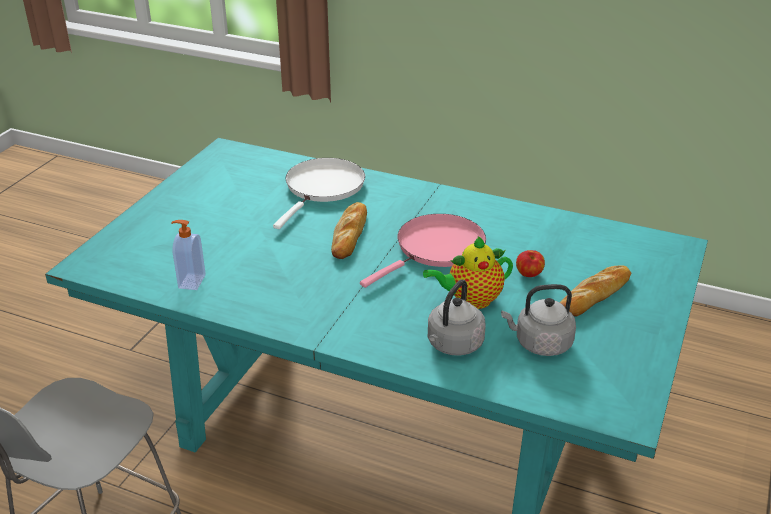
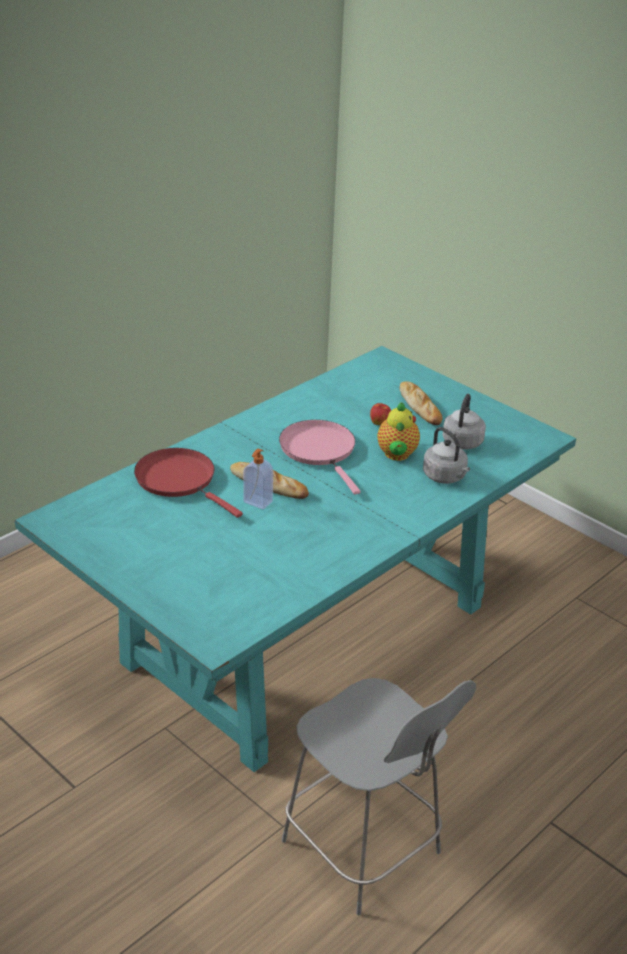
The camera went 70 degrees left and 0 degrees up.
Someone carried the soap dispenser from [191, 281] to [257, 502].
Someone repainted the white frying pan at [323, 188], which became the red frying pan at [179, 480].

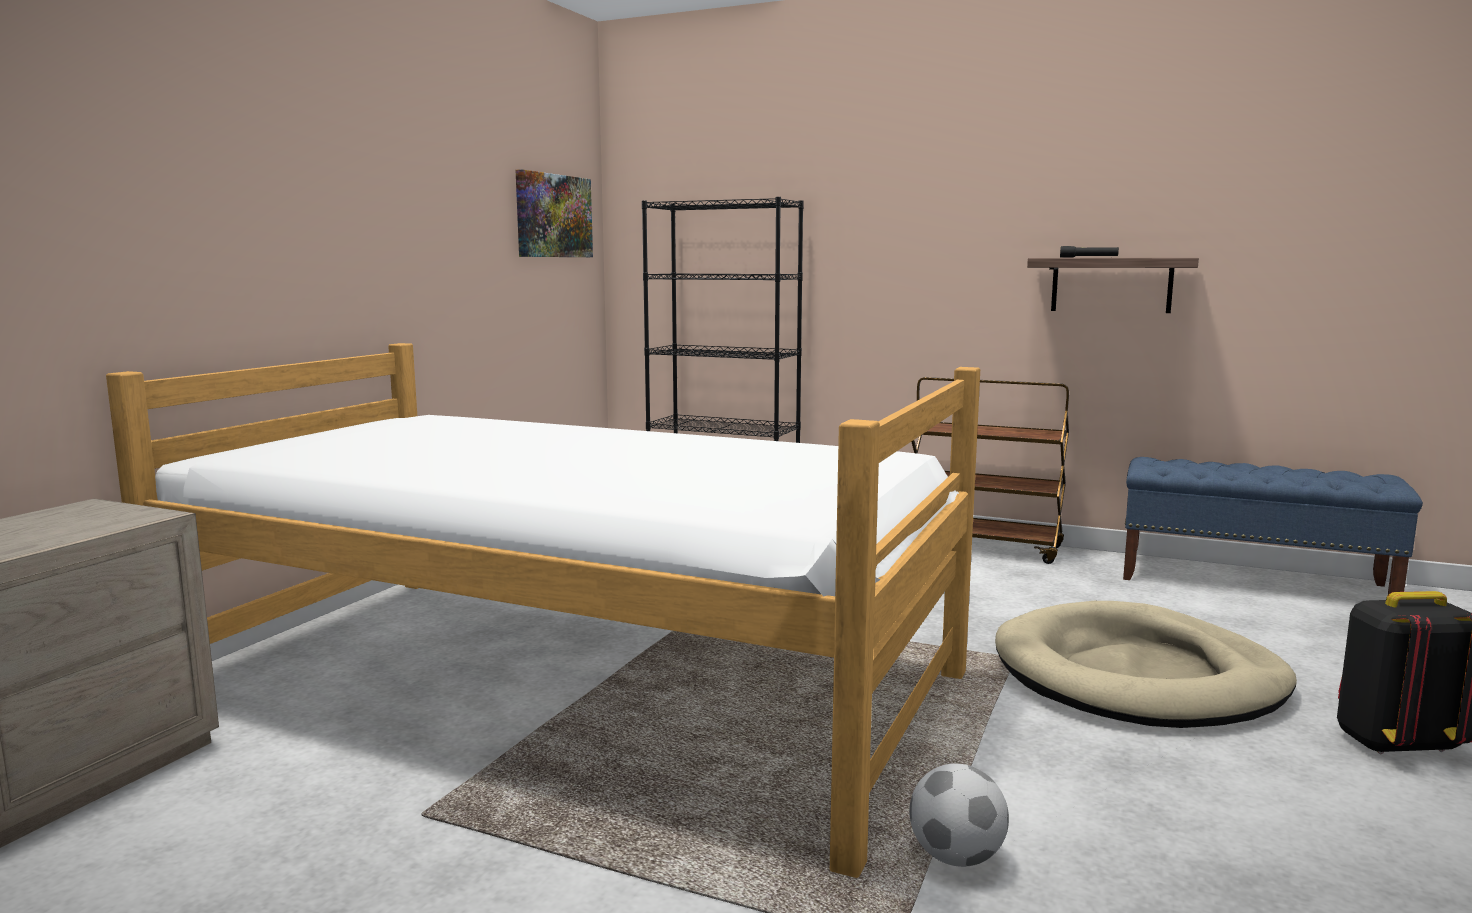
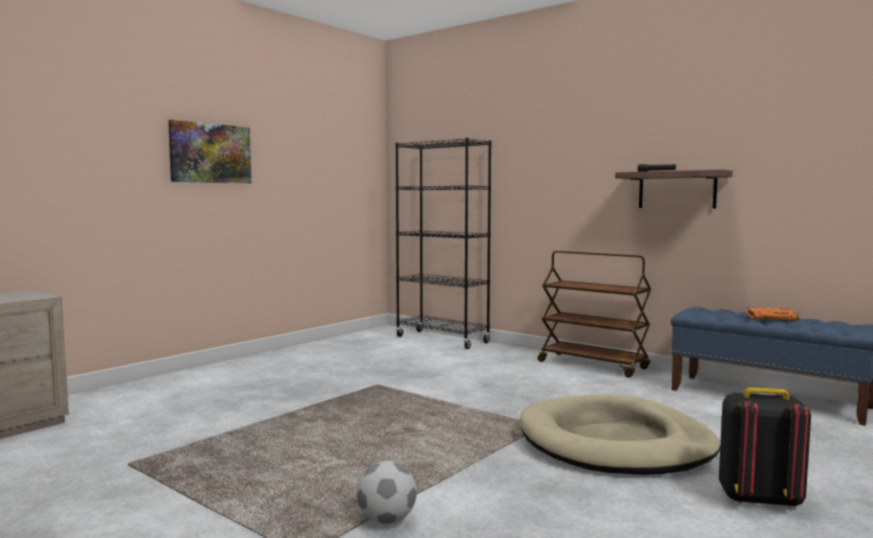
The camera went 15 degrees right and 5 degrees down.
Someone took away the bed at [566, 683].
Someone put down the orange book at [771, 317].
Someone carried the picture from [553, 216] to [210, 153].

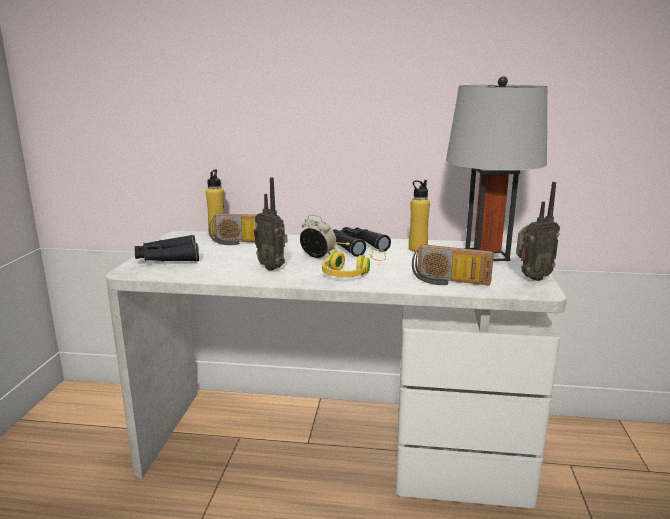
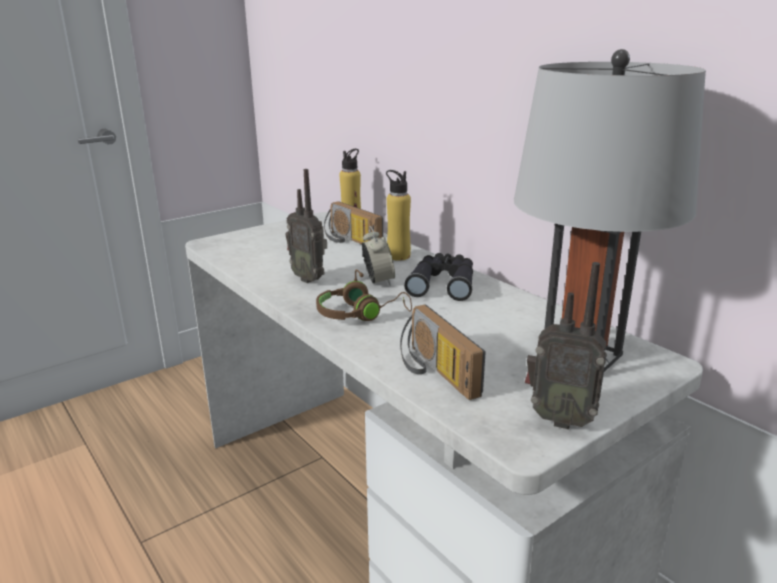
The camera went 45 degrees right and 5 degrees up.
Someone took away the black binoculars at [167, 259].
Someone carried the yellow bottle from [417, 249] to [398, 256].
Someone repainted the yellow headphones at [351, 273], which became the brown headphones at [360, 314].
Someone rotated the radio at [272, 267] by 45 degrees counterclockwise.

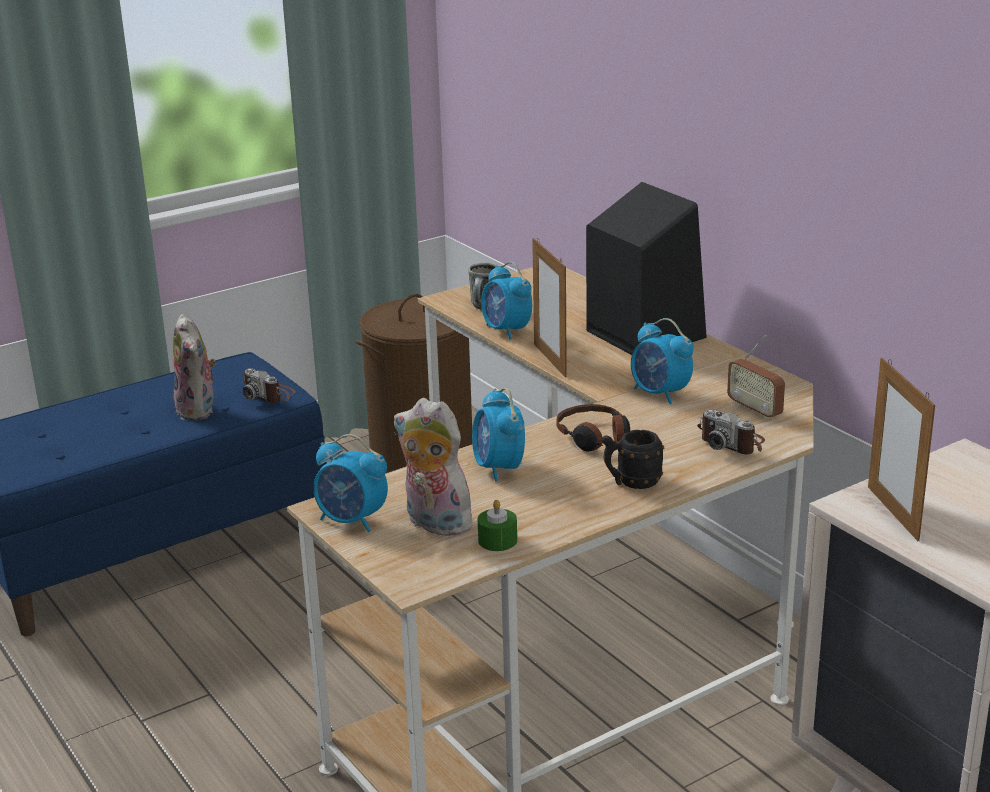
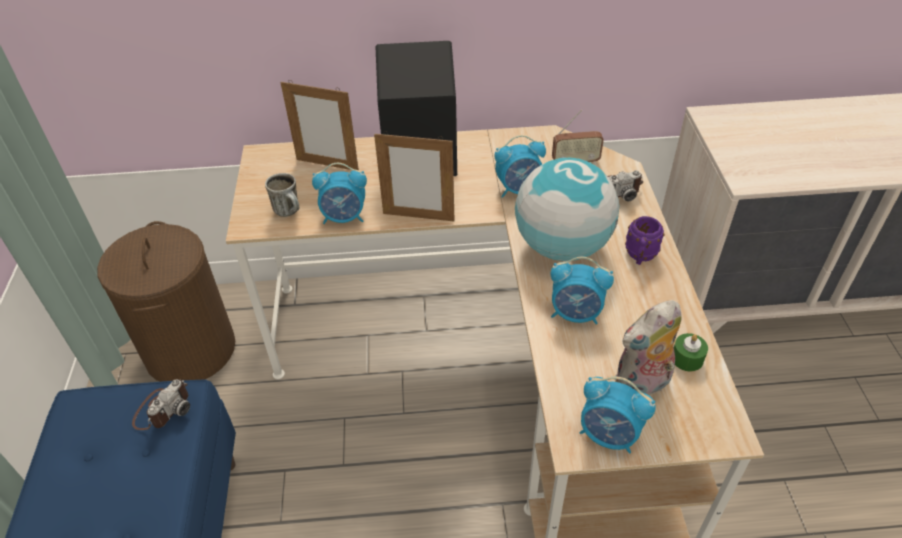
The camera went 60 degrees left and 20 degrees up.
Someone took away the plush toy at [199, 410].
Someone carried the picture frame from [893, 513] to [327, 165].
Someone swapped the headphones at [594, 437] for the globe at [561, 246].
Someone repainted the black mug at [631, 482], which became the purple mug at [640, 257].
Someone rotated the photo camera at [269, 394] by 45 degrees counterclockwise.
Someone rotated the alarm clock at [352, 521] by 60 degrees clockwise.

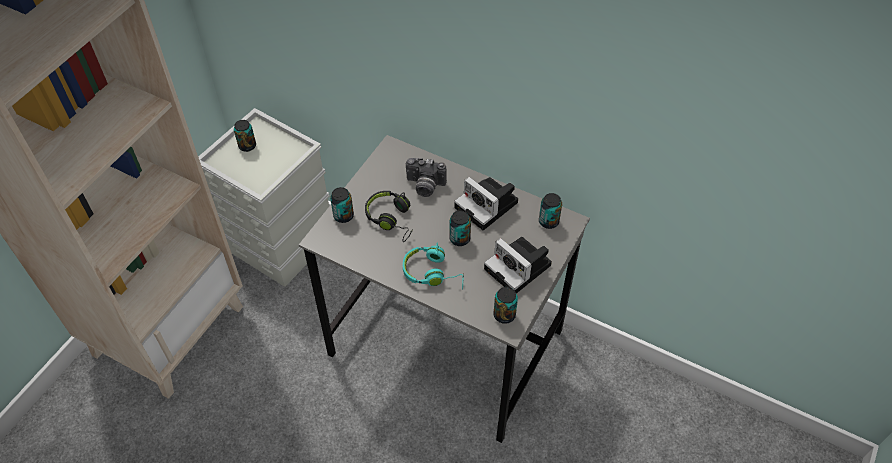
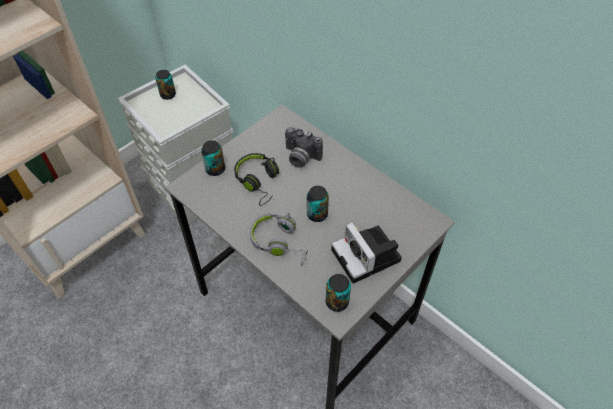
The camera went 15 degrees right and 0 degrees up.
Someone took away the photo camera at [488, 206].
Someone took away the can at [548, 221].
Someone repainted the turquoise headphones at [433, 273], which became the grey headphones at [280, 242].

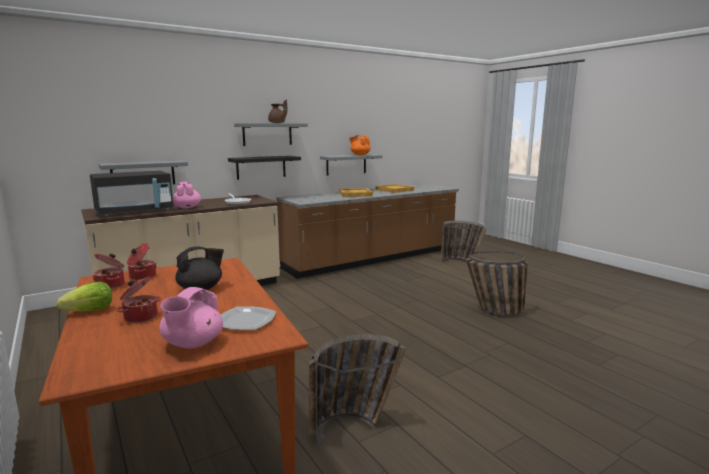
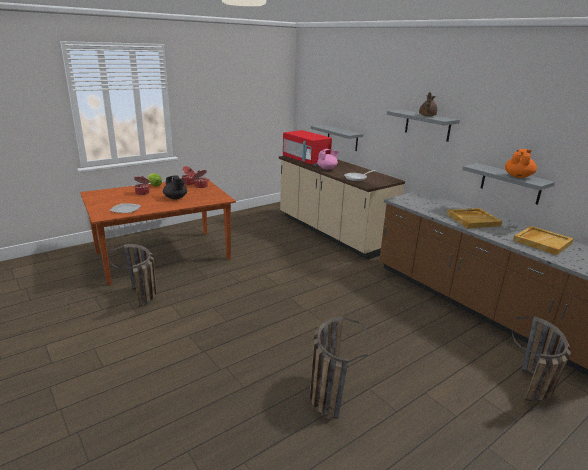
The camera went 85 degrees right and 10 degrees up.
Someone took away the pink teapot at [192, 344].
Someone took away the black shelf at [261, 167].
Someone repainted the black microwave at [135, 212], which became the red microwave at [305, 161].

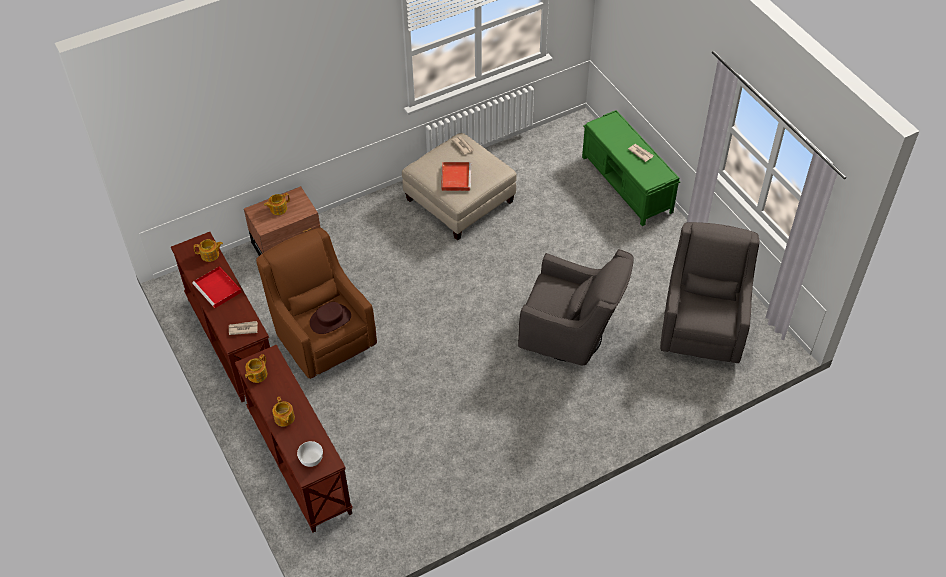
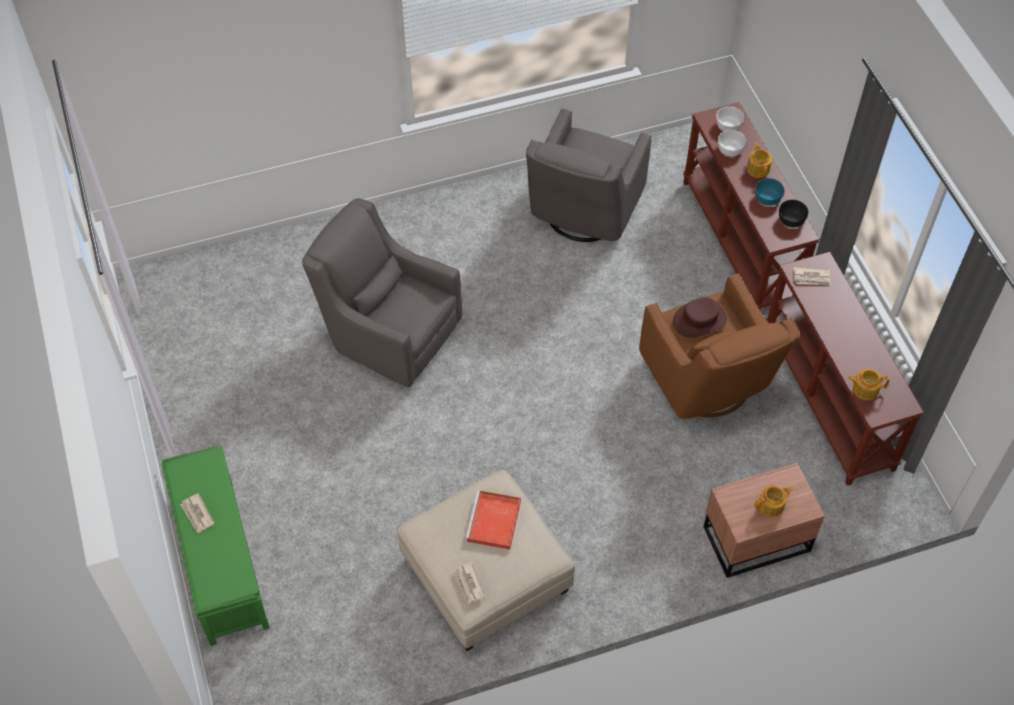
The camera went 170 degrees left and 5 degrees up.
Someone took away the red tray at [218, 289].
Someone put down the white bowl at [729, 149].
Someone put down the turquoise bowl at [767, 197].
Someone carried the grey armchair from [702, 328] to [583, 214].
Someone swapped the teapot at [257, 375] for the black bowl at [791, 220].

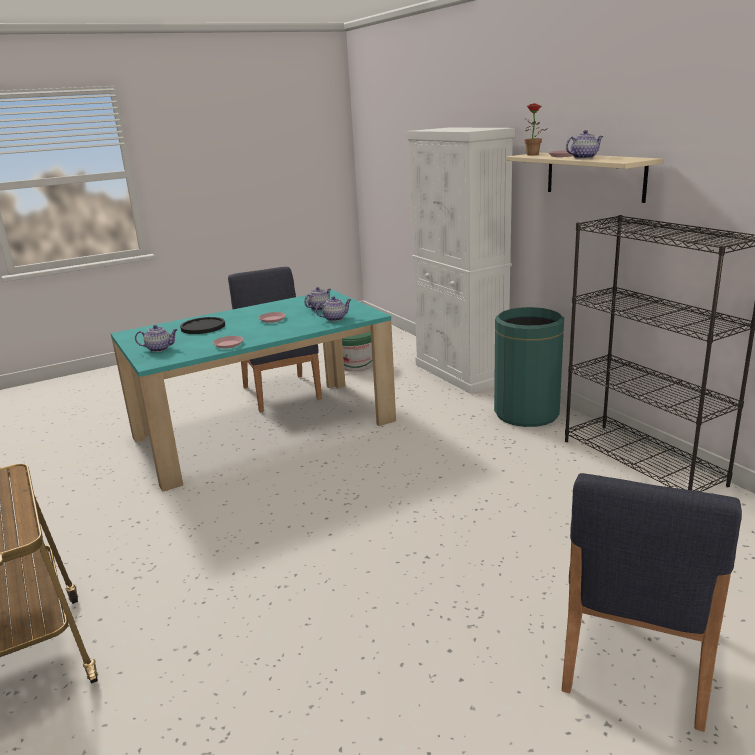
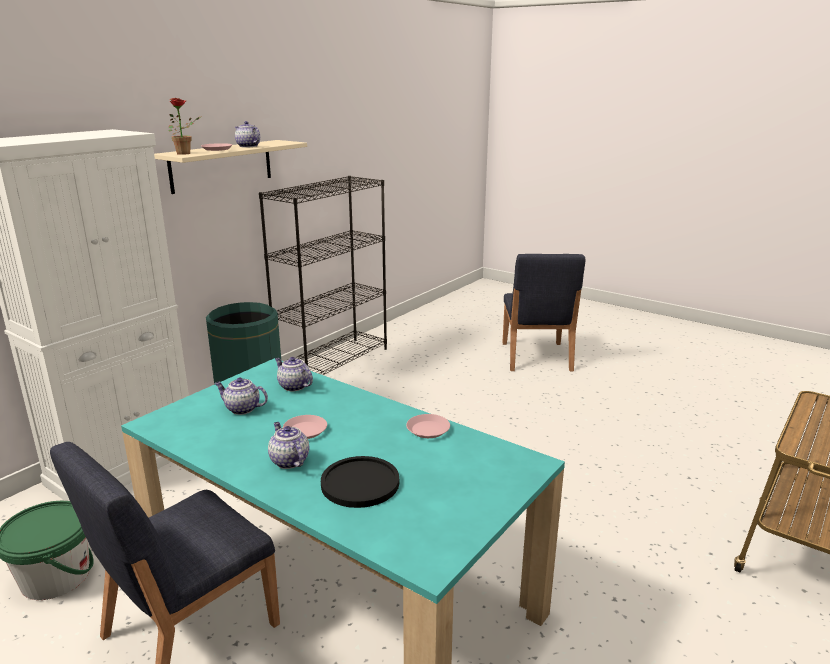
The camera went 115 degrees left and 0 degrees up.
Someone carried the teapot from [159, 349] to [289, 461].
Someone rotated the blue chair at [635, 659] by 90 degrees clockwise.

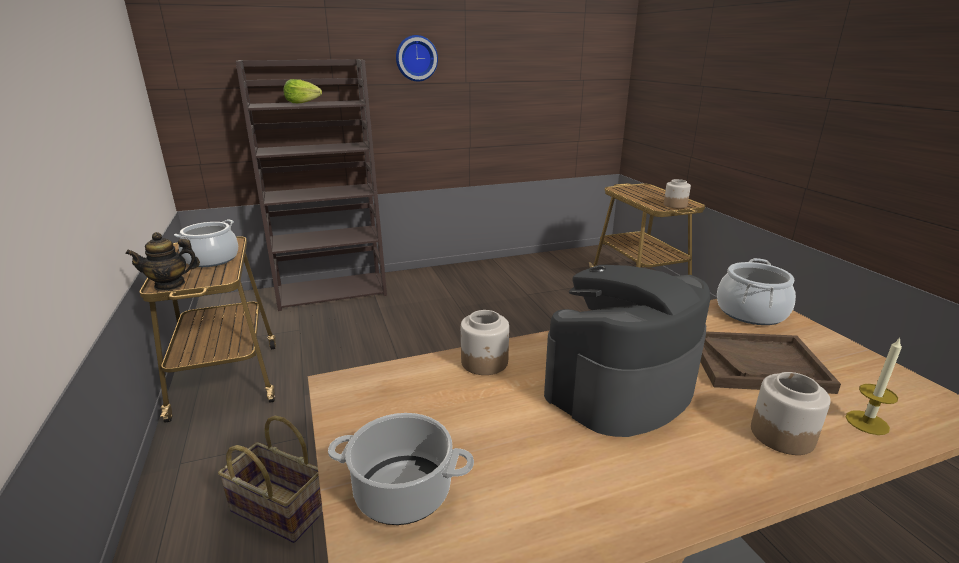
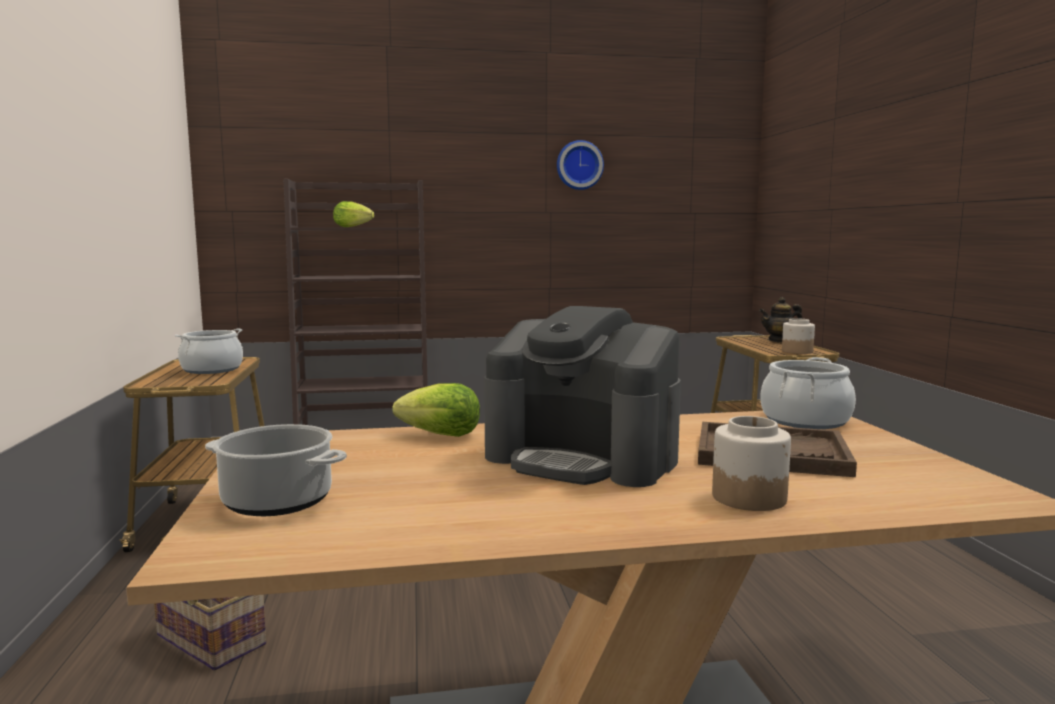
The camera went 10 degrees right and 15 degrees down.
Someone took away the candle at [867, 422].
Someone carried the teapot from [170, 285] to [780, 340].
Someone carried the wall clock from [416, 58] to [579, 165].
Someone swapped the jar at [485, 362] for the lettuce at [441, 435].
Someone rotated the coffee machine at [620, 387] by 120 degrees counterclockwise.

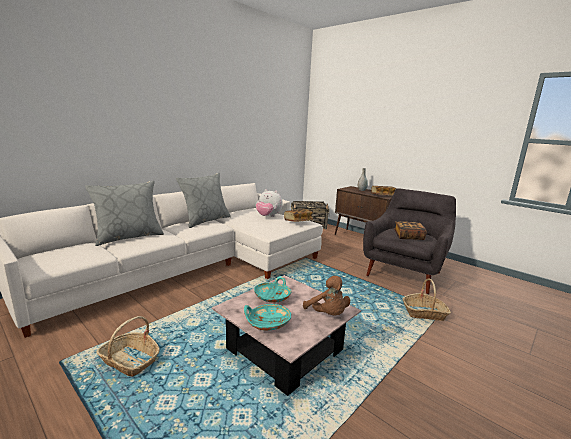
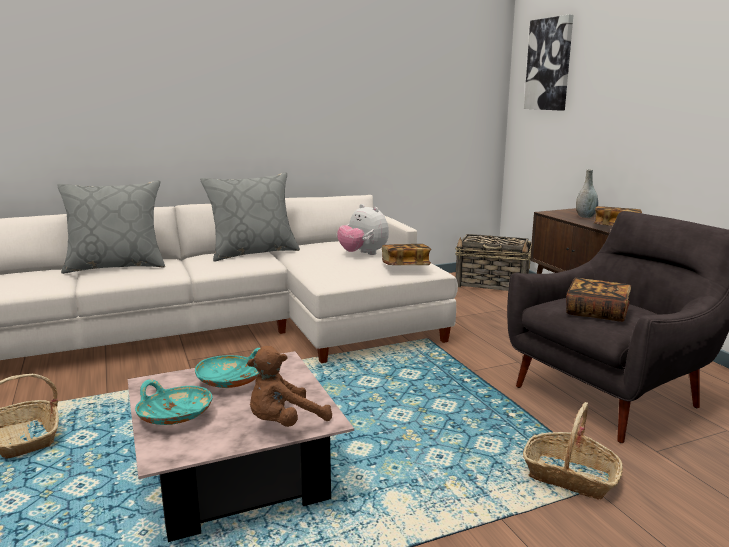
The camera went 25 degrees right and 0 degrees up.
Someone put up the picture at [549, 64].
Someone rotated the brown plush toy at [327, 314] by 60 degrees clockwise.

